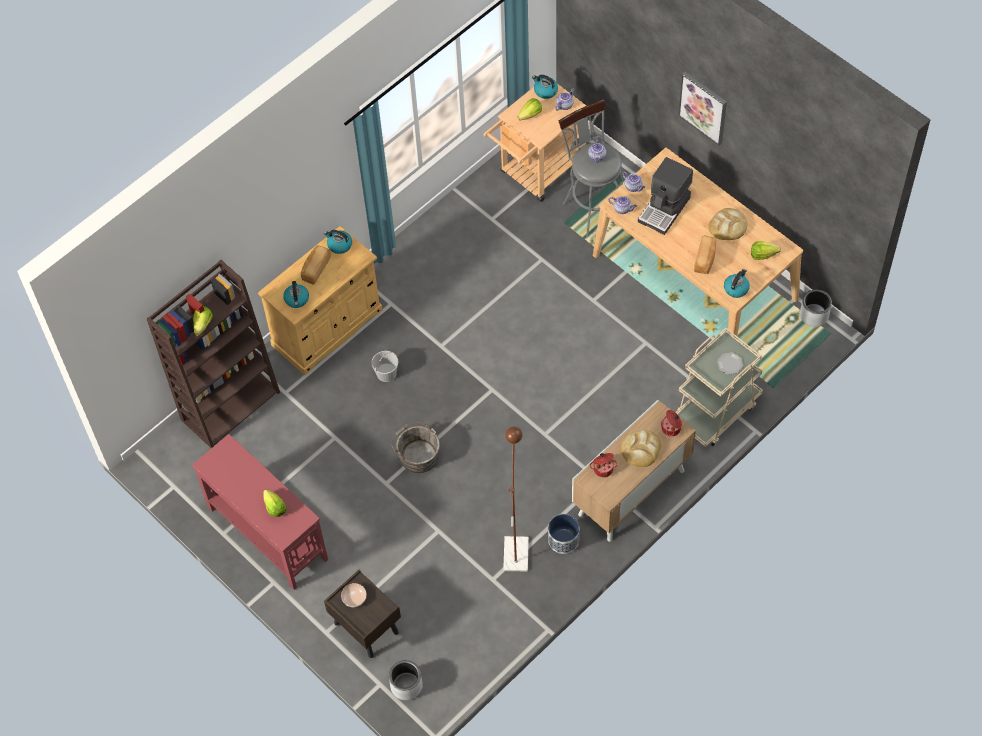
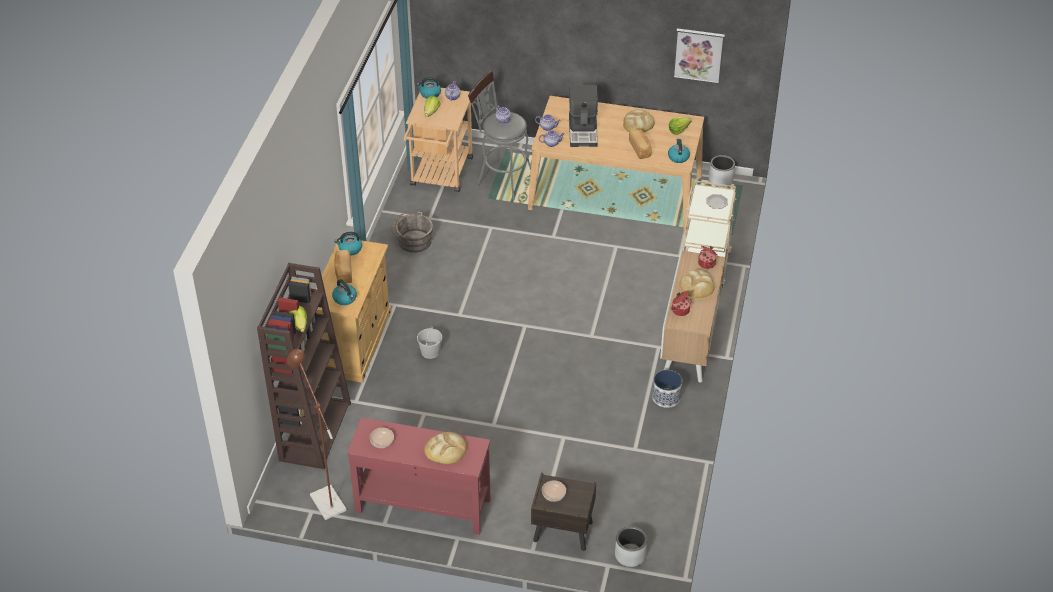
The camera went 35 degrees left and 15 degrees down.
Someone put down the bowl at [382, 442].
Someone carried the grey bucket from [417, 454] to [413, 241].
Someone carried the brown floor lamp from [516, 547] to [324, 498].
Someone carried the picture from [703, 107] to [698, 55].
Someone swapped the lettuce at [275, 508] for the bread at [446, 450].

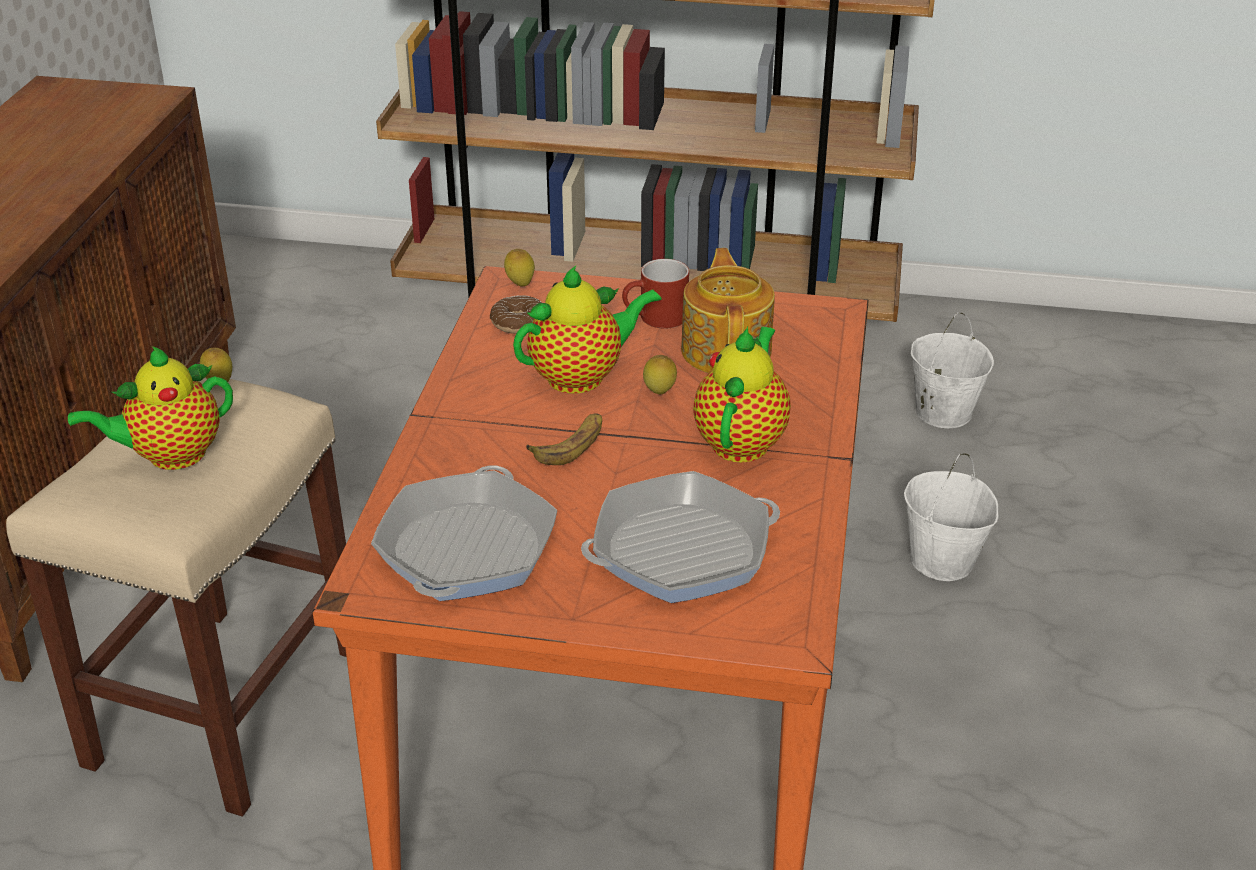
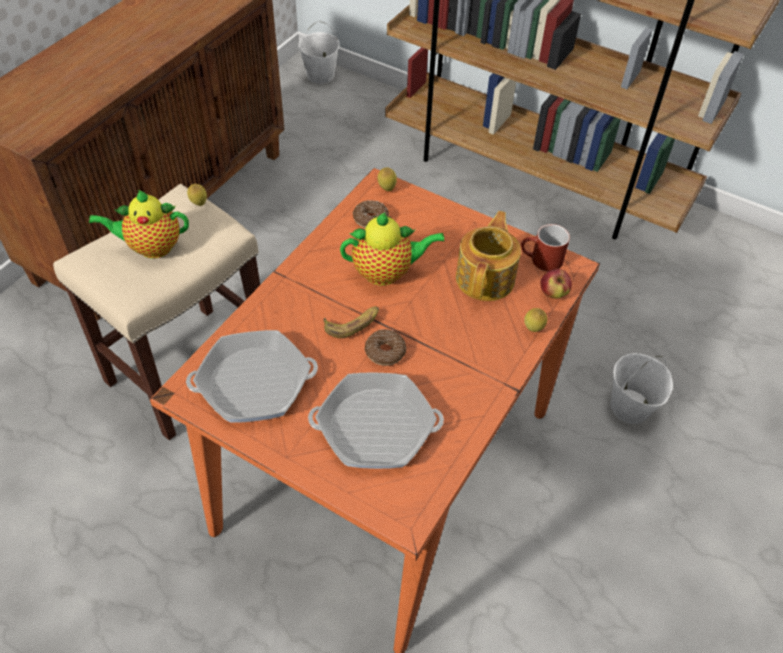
The camera went 20 degrees right and 15 degrees up.
Someone took away the teapot at [742, 440].
Someone put down the donut at [385, 352].
Someone put down the apple at [553, 294].
Someone carried the red mug from [655, 319] to [541, 261].
Someone carried the lemon from [659, 393] to [533, 330].
Someone carried the white bucket from [942, 412] to [320, 75].
Someone rotated the frying pan at [467, 549] by 135 degrees counterclockwise.

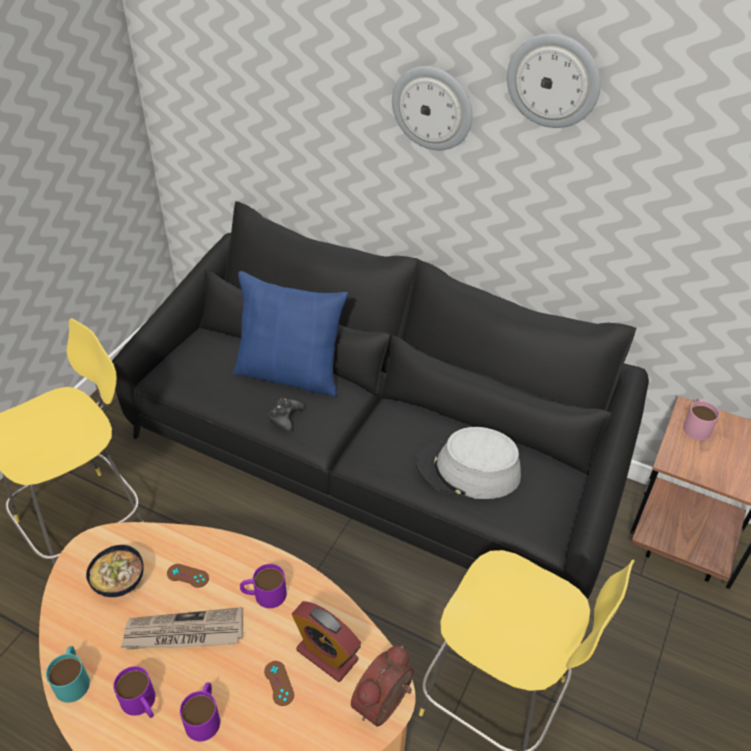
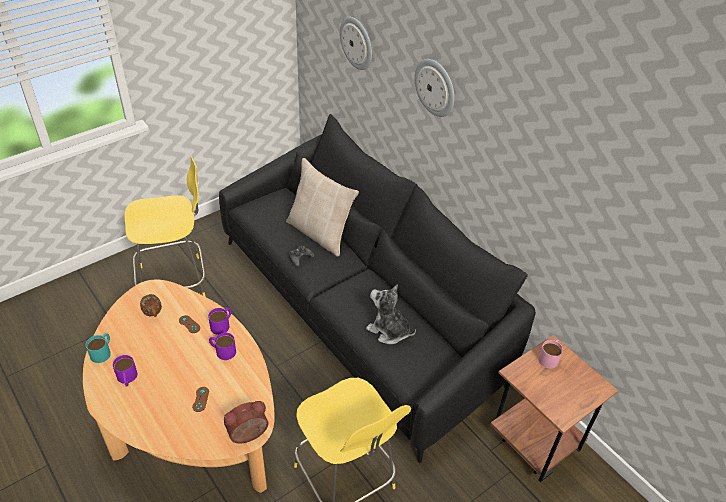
The camera went 25 degrees right and 0 degrees up.
Someone took away the newspaper at [184, 633].
Someone took away the alarm clock at [327, 655].
Someone carried the purple mug from [204, 716] to [222, 324].
Someone carried the wall clock from [553, 80] to [357, 43].
Someone swapped the bowl at [121, 583] for the brown mug at [153, 314].
Someone swapped the grey hat at [468, 470] for the plush toy at [389, 330].
Someone repainted the blue pillow at [290, 373], which became the beige pillow at [320, 233].

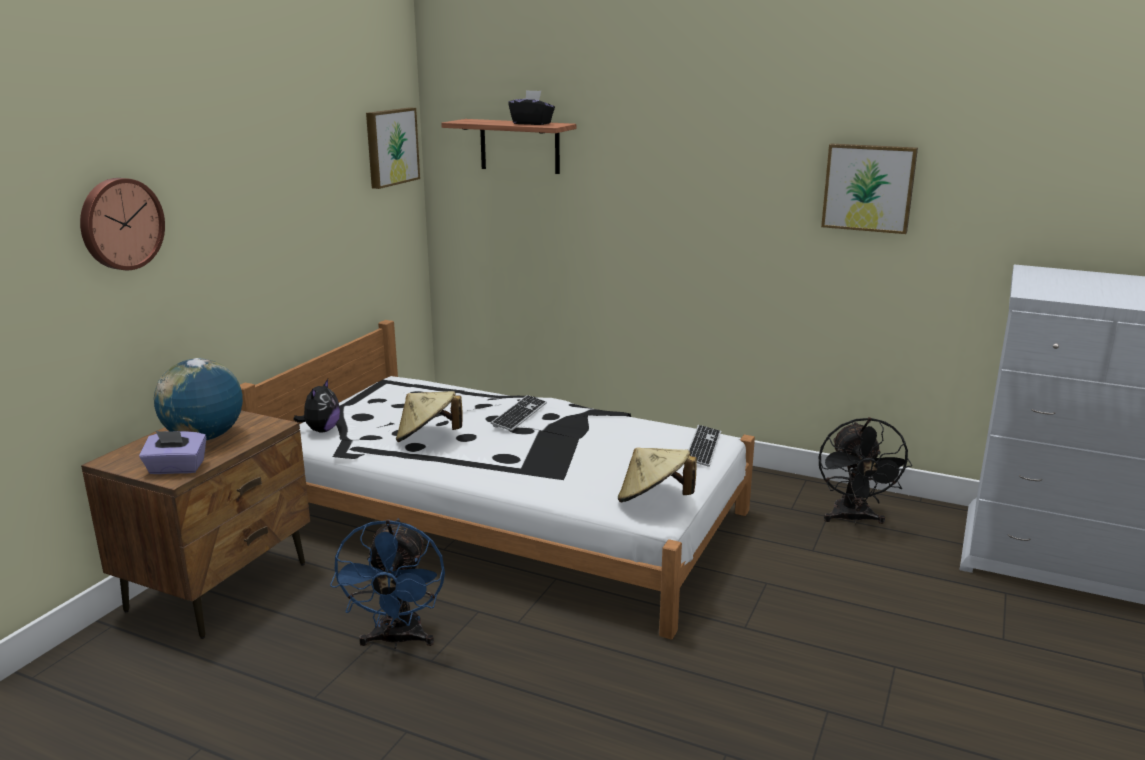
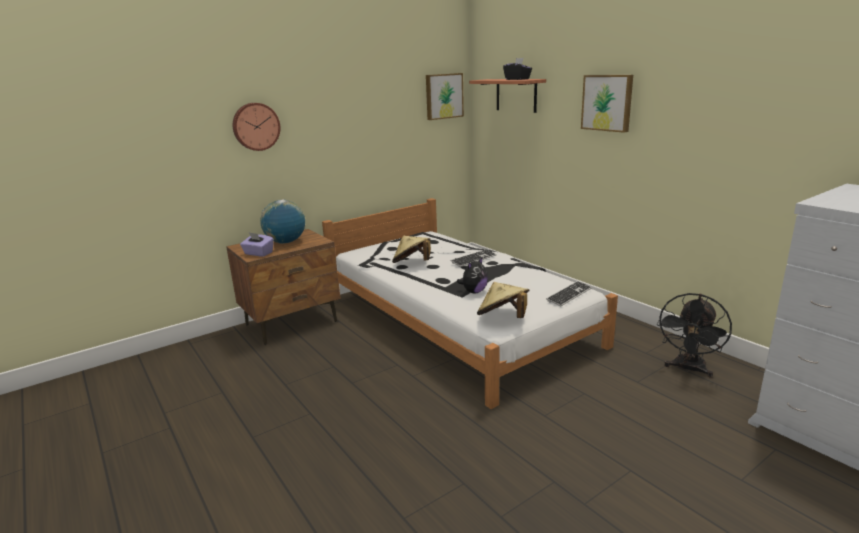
The camera went 30 degrees right and 0 degrees up.
Someone took away the blue fan at [397, 640].
Someone carried the plush toy from [321, 430] to [474, 291].
Someone carried the picture from [869, 187] to [607, 102].

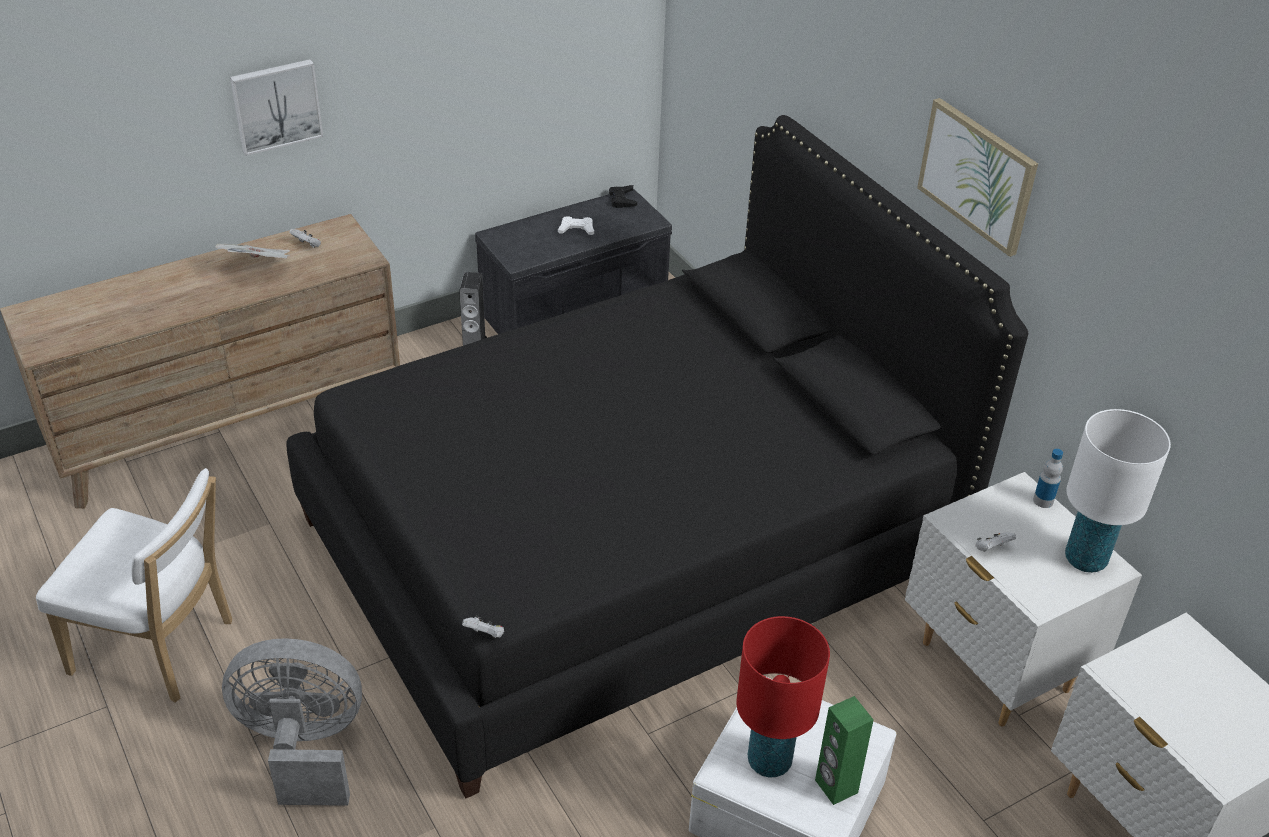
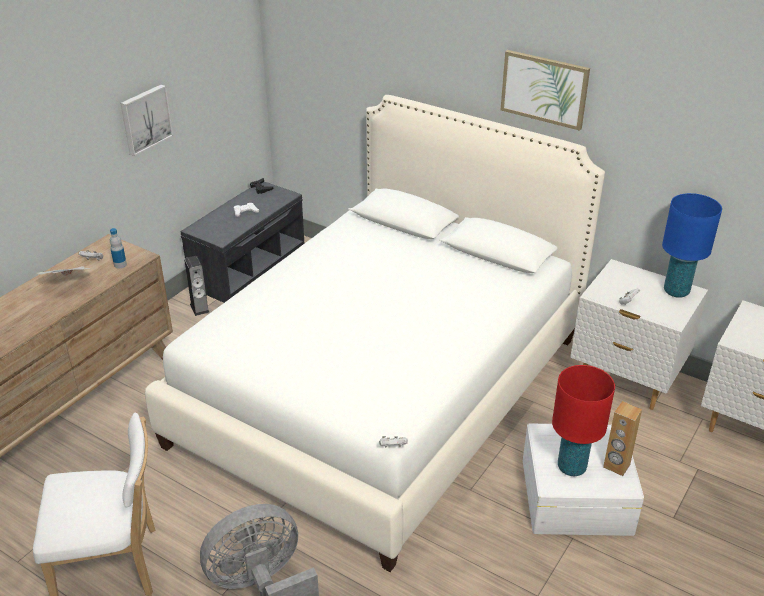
The camera went 25 degrees left and 5 degrees down.
Someone carried the picture from [276, 105] to [145, 119].
Someone carried the bottle from [1043, 501] to [120, 265].
Someone repainted the black bed at [630, 546], which became the white bed at [382, 389].
Someone repainted the green speaker at [835, 786], which became the brown speaker at [616, 466].
Someone repainted the white table lamp at [1085, 559], which became the blue table lamp at [676, 291].

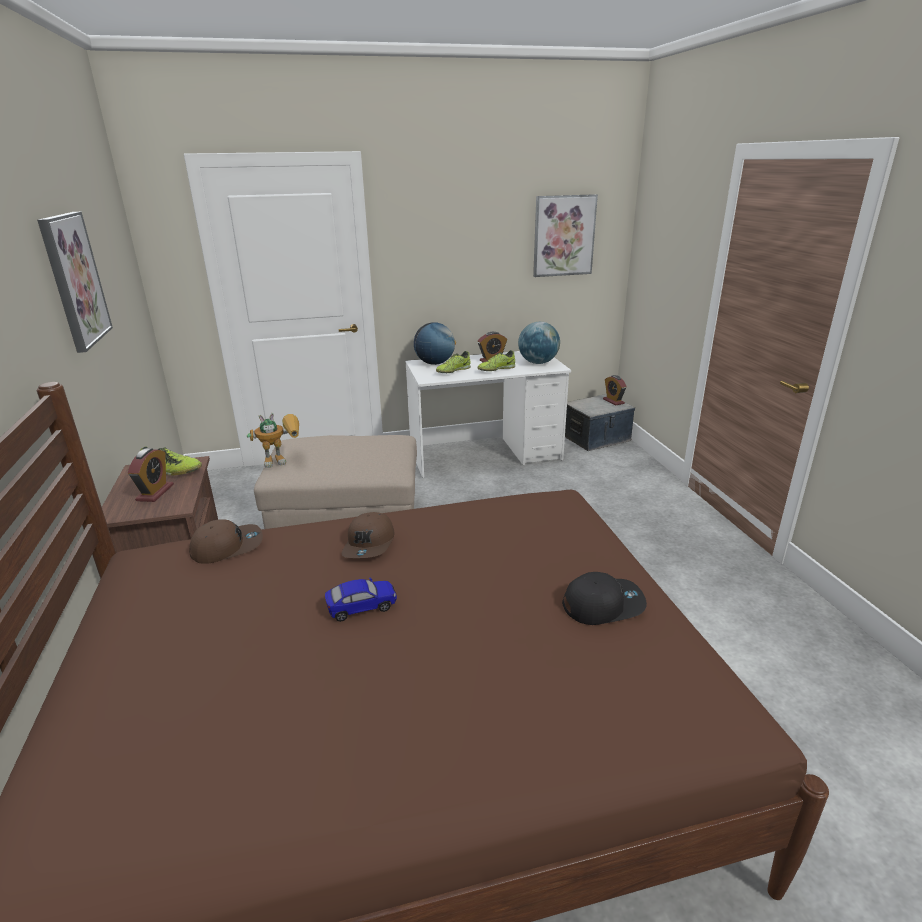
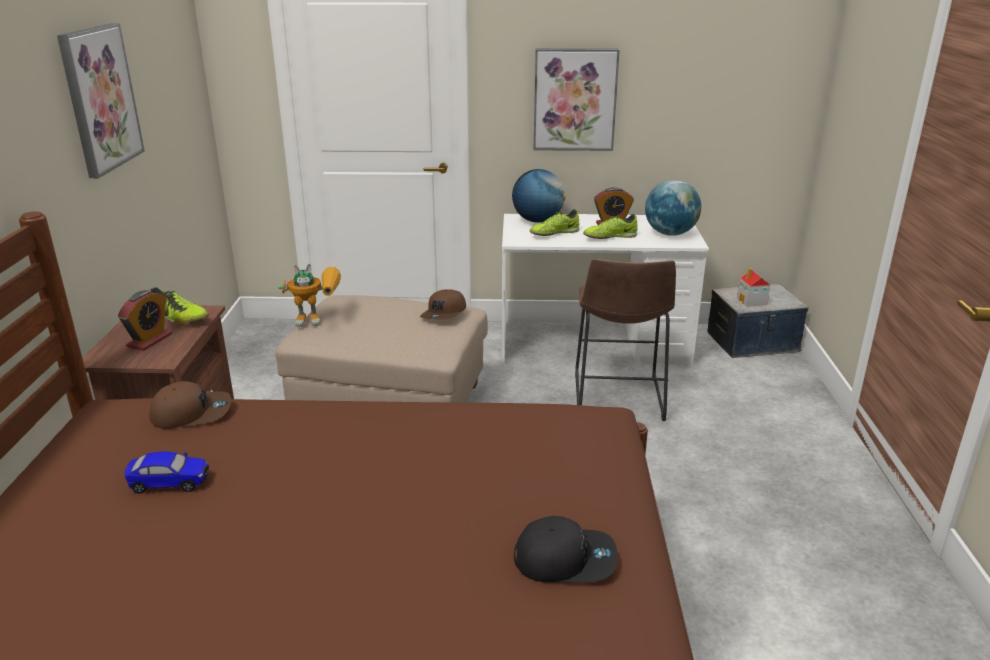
The camera went 15 degrees right and 0 degrees up.
Someone took away the alarm clock at [613, 401].
Someone put down the brown stool at [617, 400].
Someone put down the toy house at [752, 301].
Someone carried the toy car from [362, 607] to [170, 483].
Someone carried the brown cap from [370, 544] to [444, 314].
Someone carried the picture from [563, 236] to [575, 100].

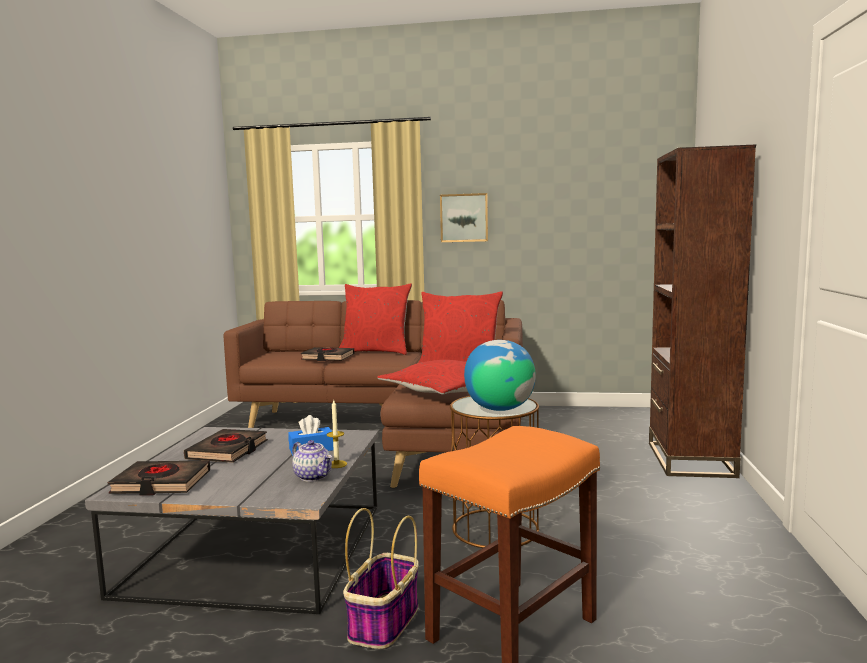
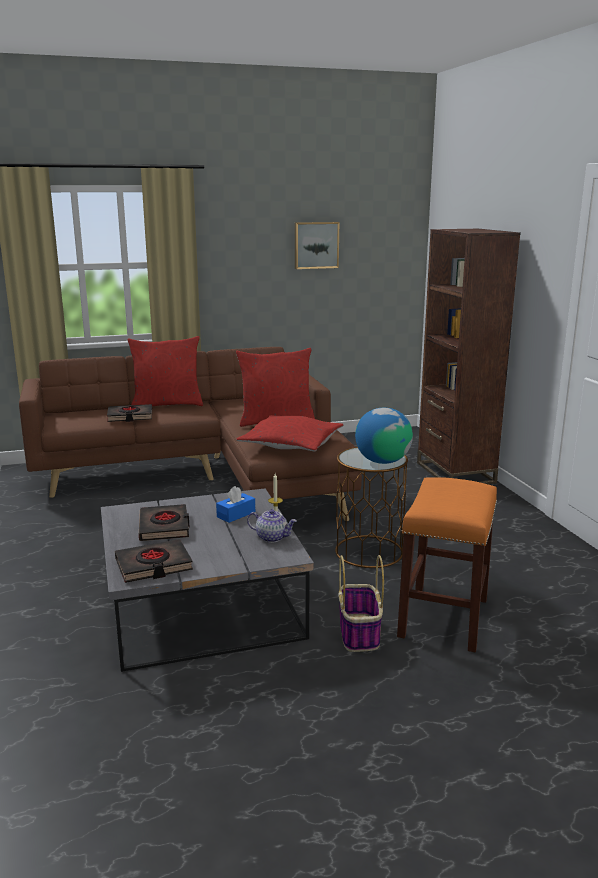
The camera went 25 degrees left and 10 degrees up.
Someone carried the picture from [464, 218] to [316, 245].

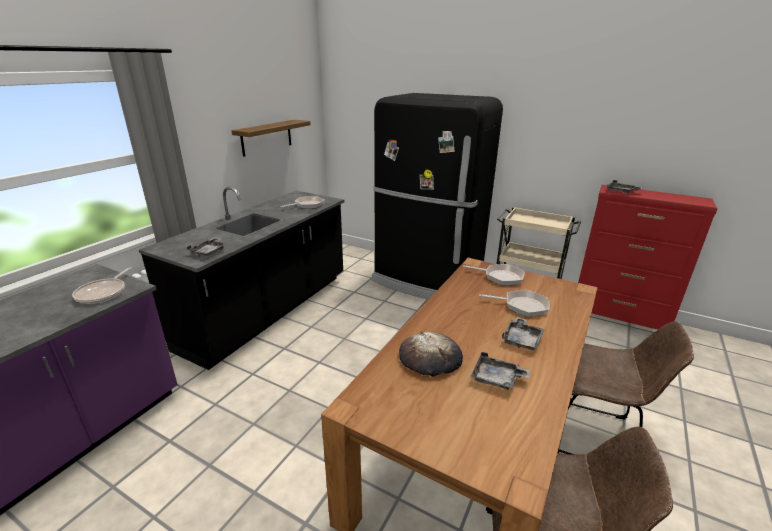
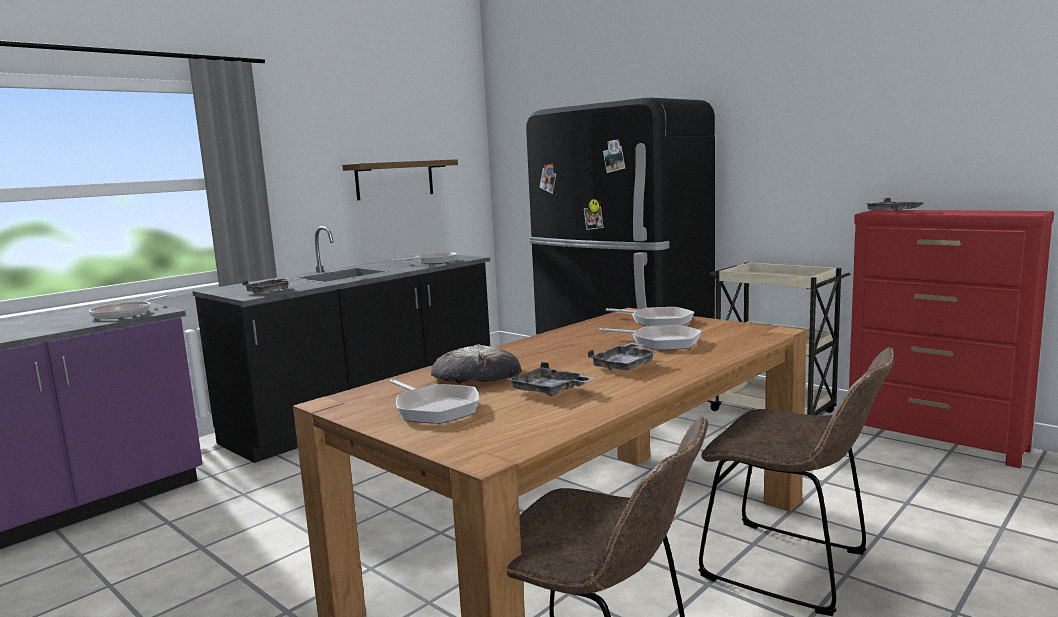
The camera went 15 degrees right and 15 degrees down.
Someone put down the frying pan at [434, 408].

